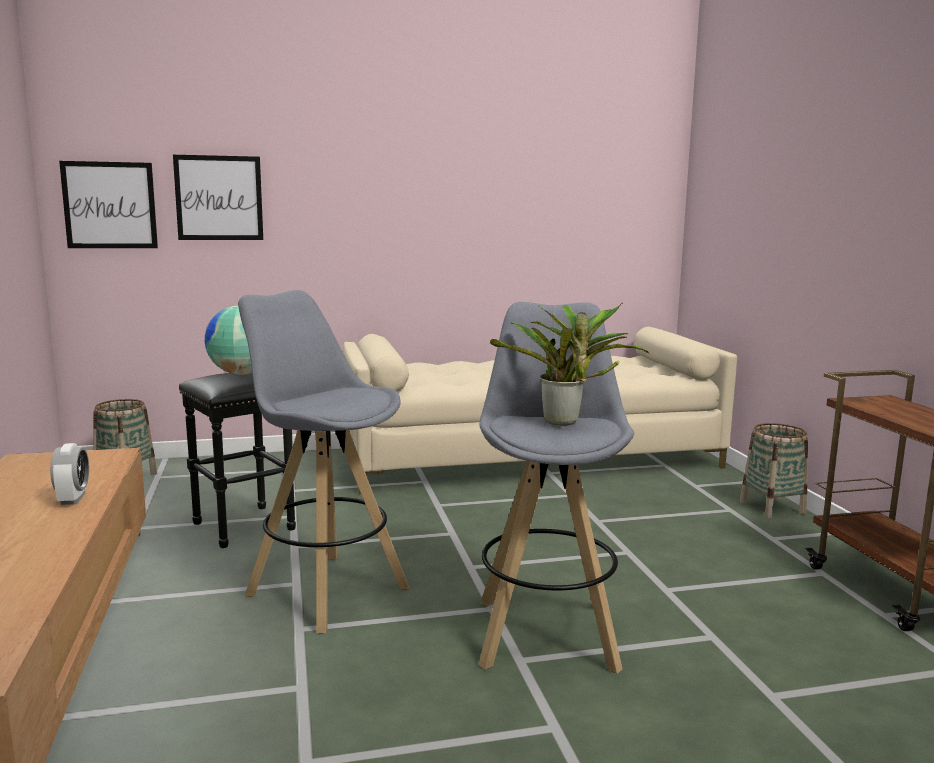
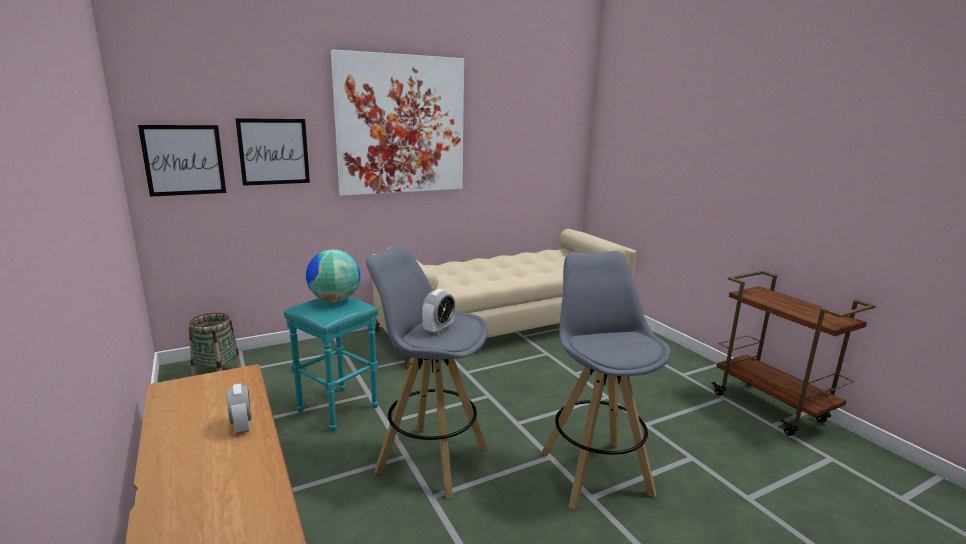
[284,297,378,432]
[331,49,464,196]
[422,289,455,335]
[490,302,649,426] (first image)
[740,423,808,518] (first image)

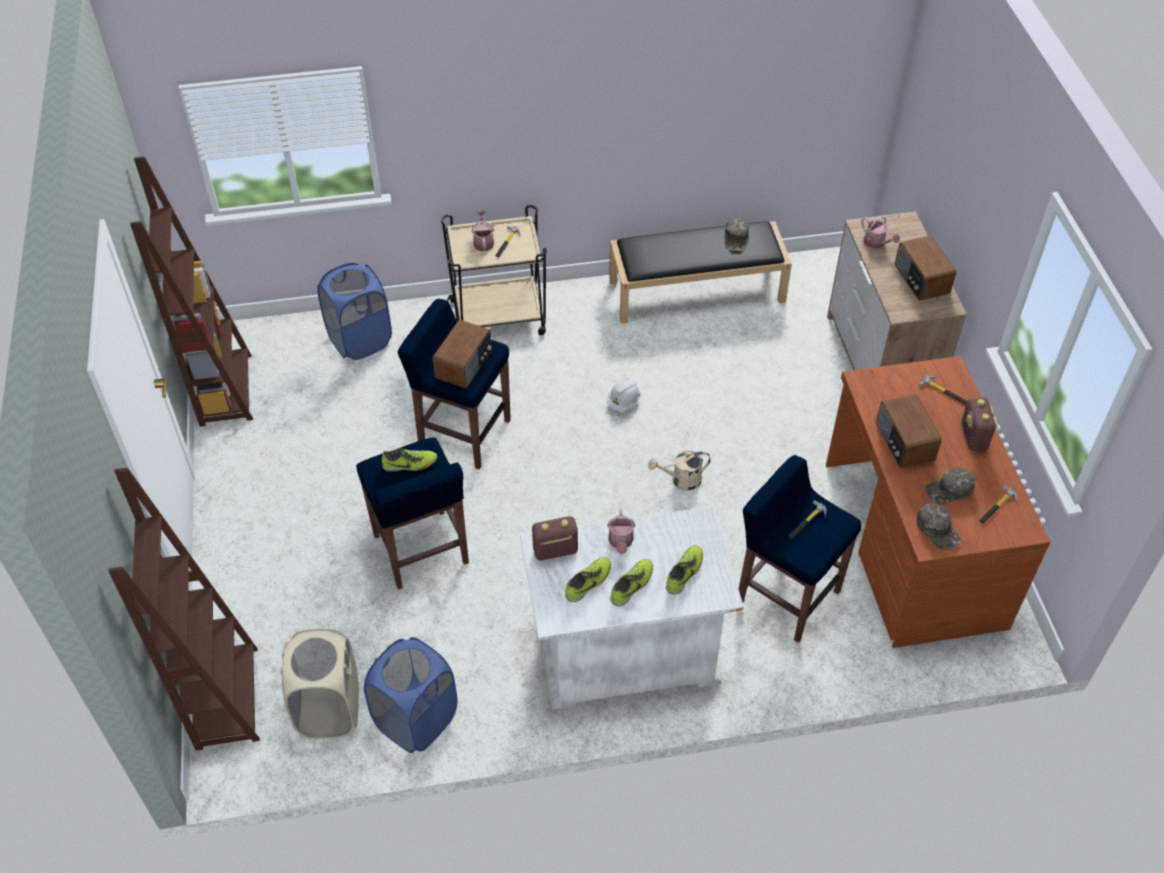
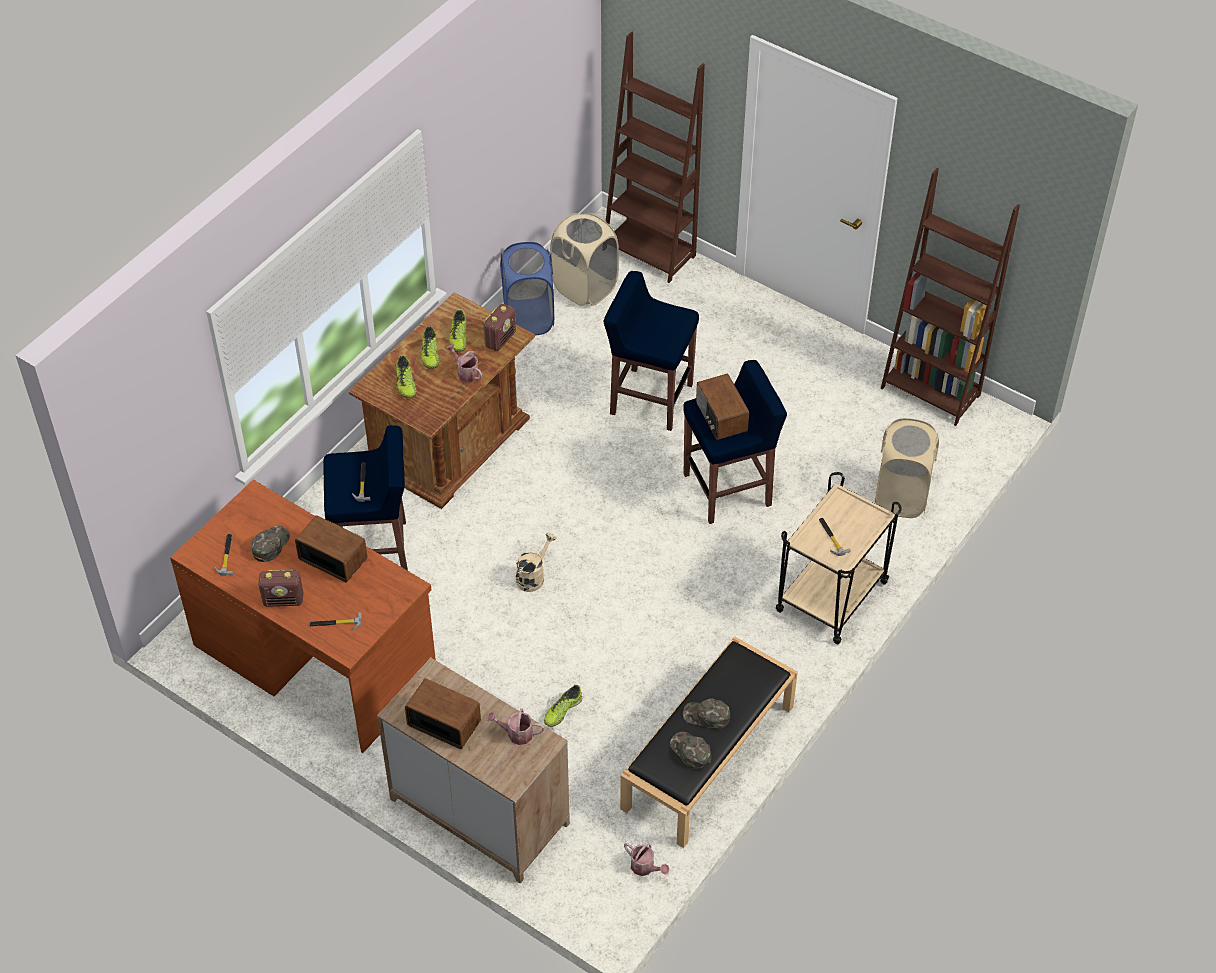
[258,570,303,607]
[349,292,535,509]
[544,685,582,727]
[624,843,669,876]
[683,699,730,729]
[875,418,939,518]
[606,379,641,412] (first image)

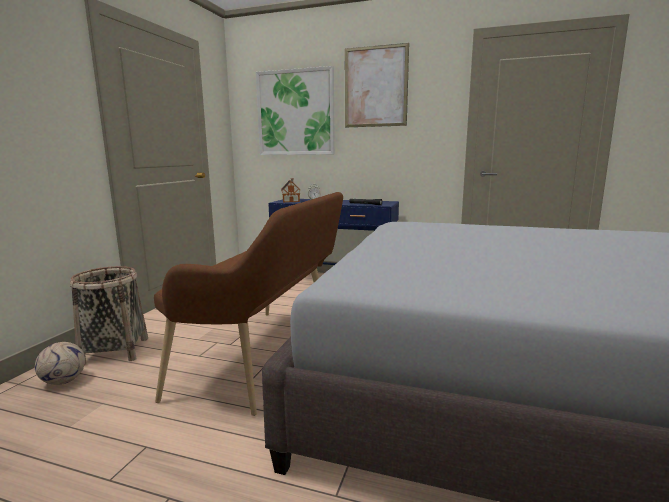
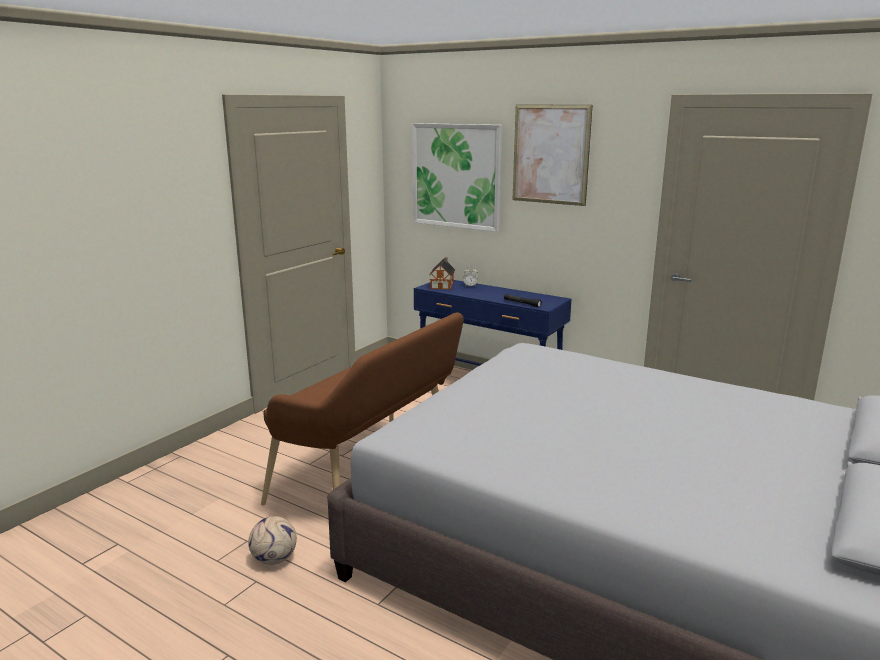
[248,516,297,565]
[70,266,148,364] (first image)

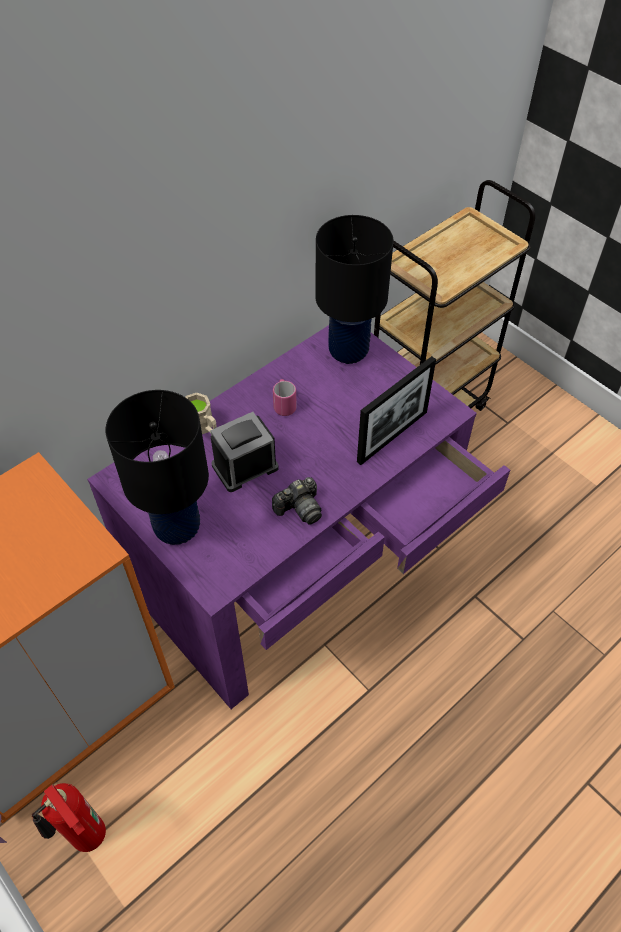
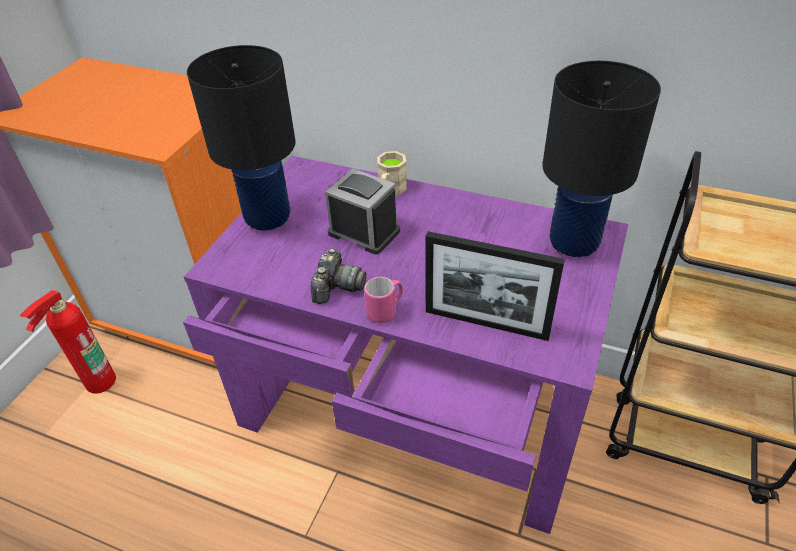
[311,248,367,304]
[364,277,403,323]

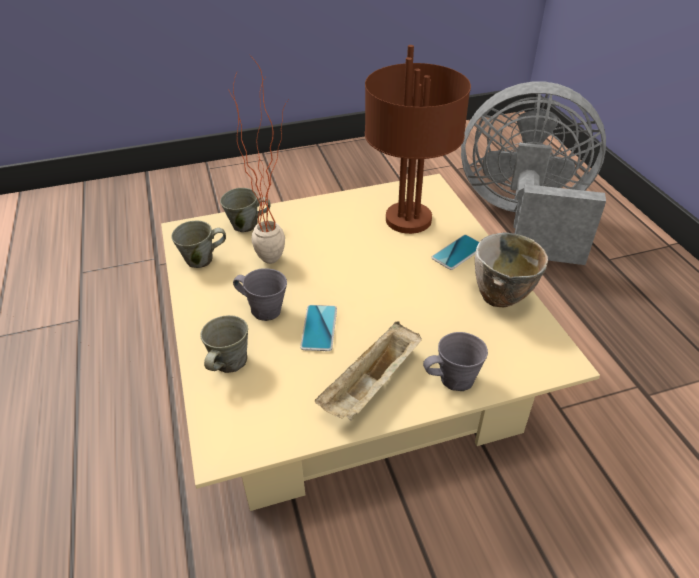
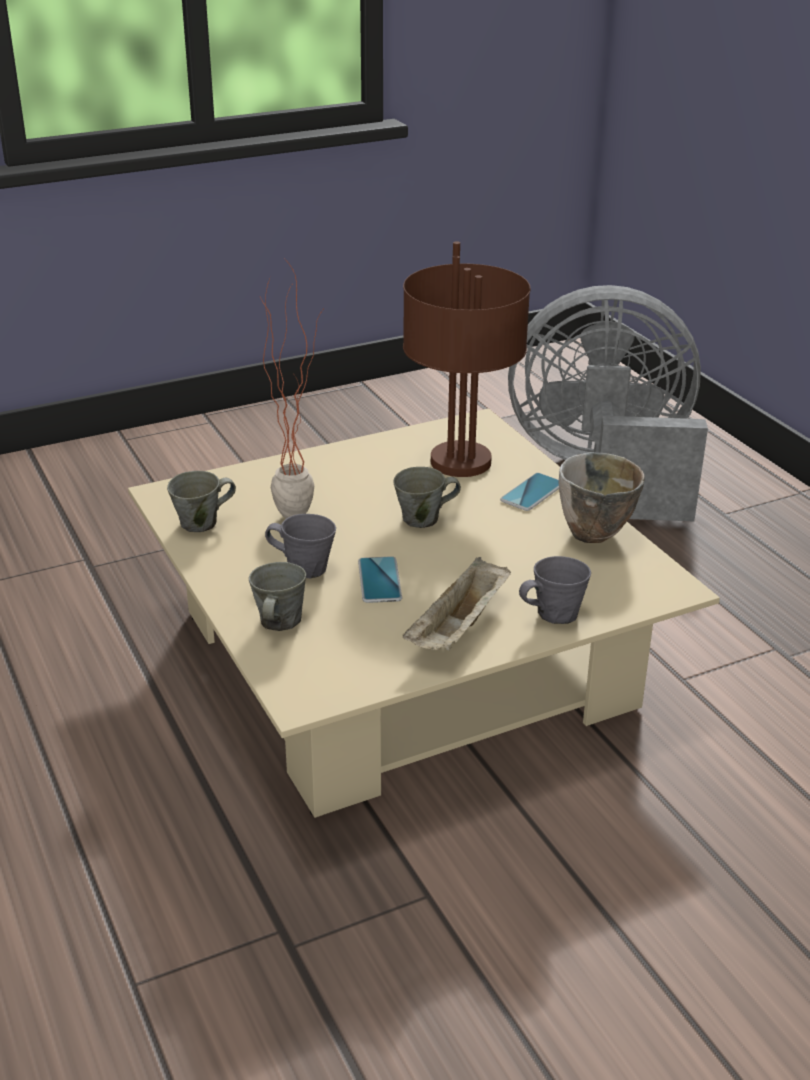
[393,467,461,528]

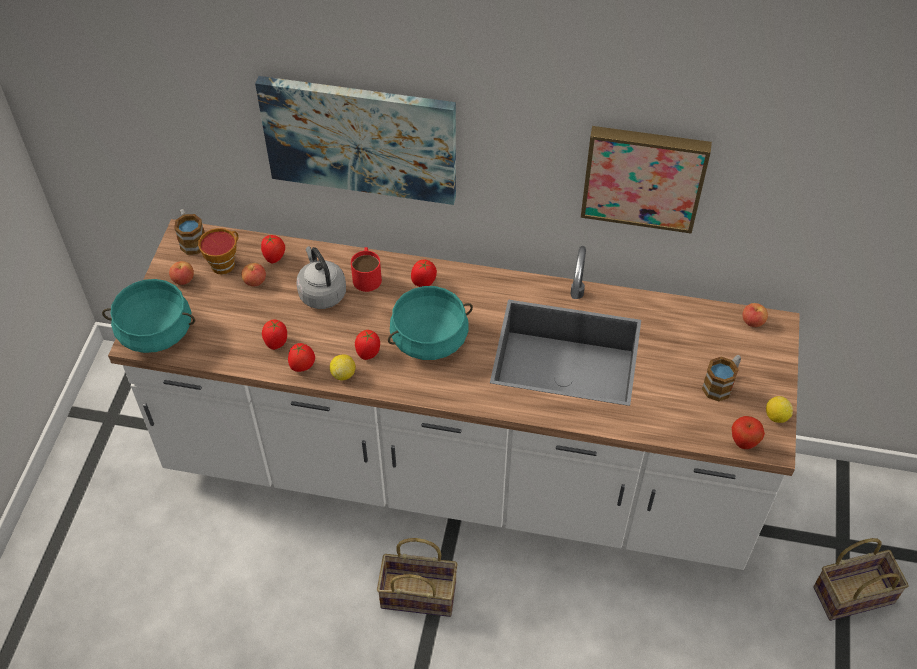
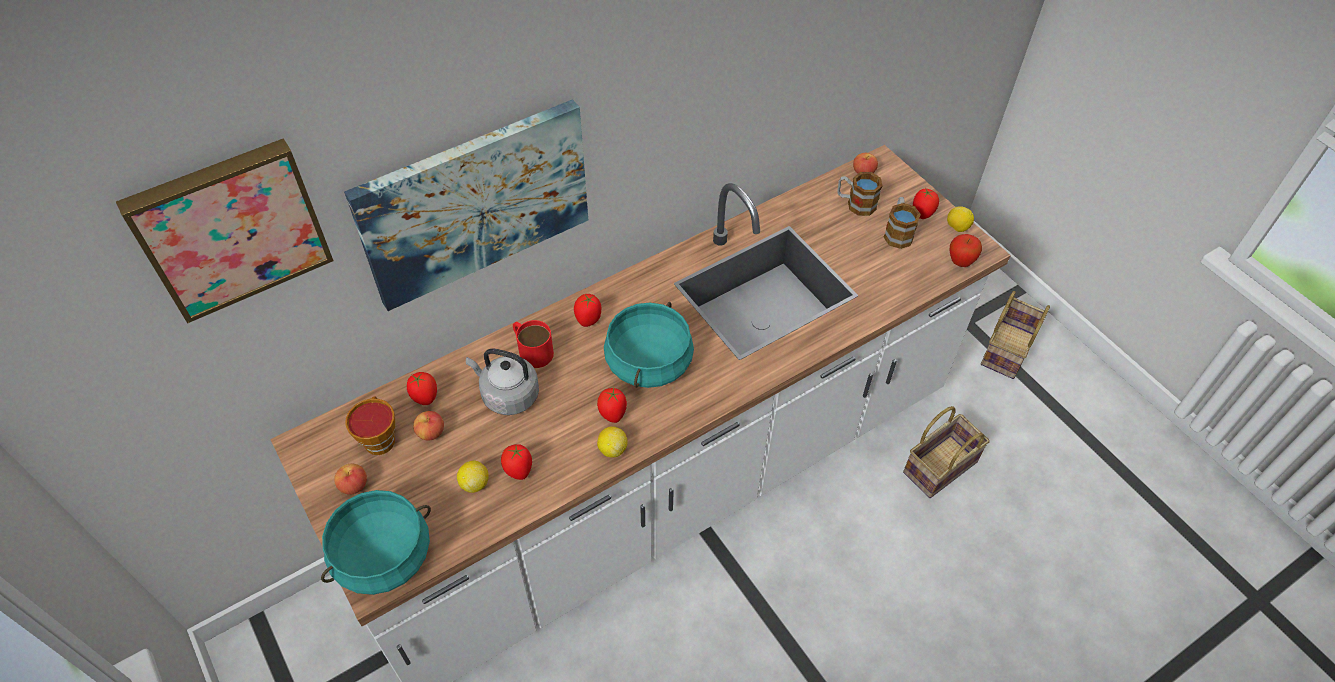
[116,138,334,324]
[457,461,489,493]
[837,172,882,216]
[903,406,990,498]
[913,189,939,219]

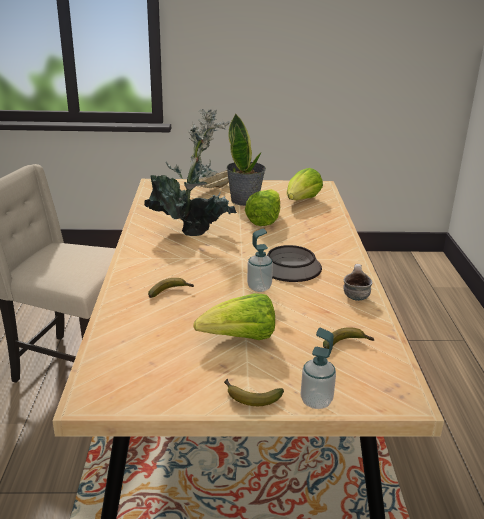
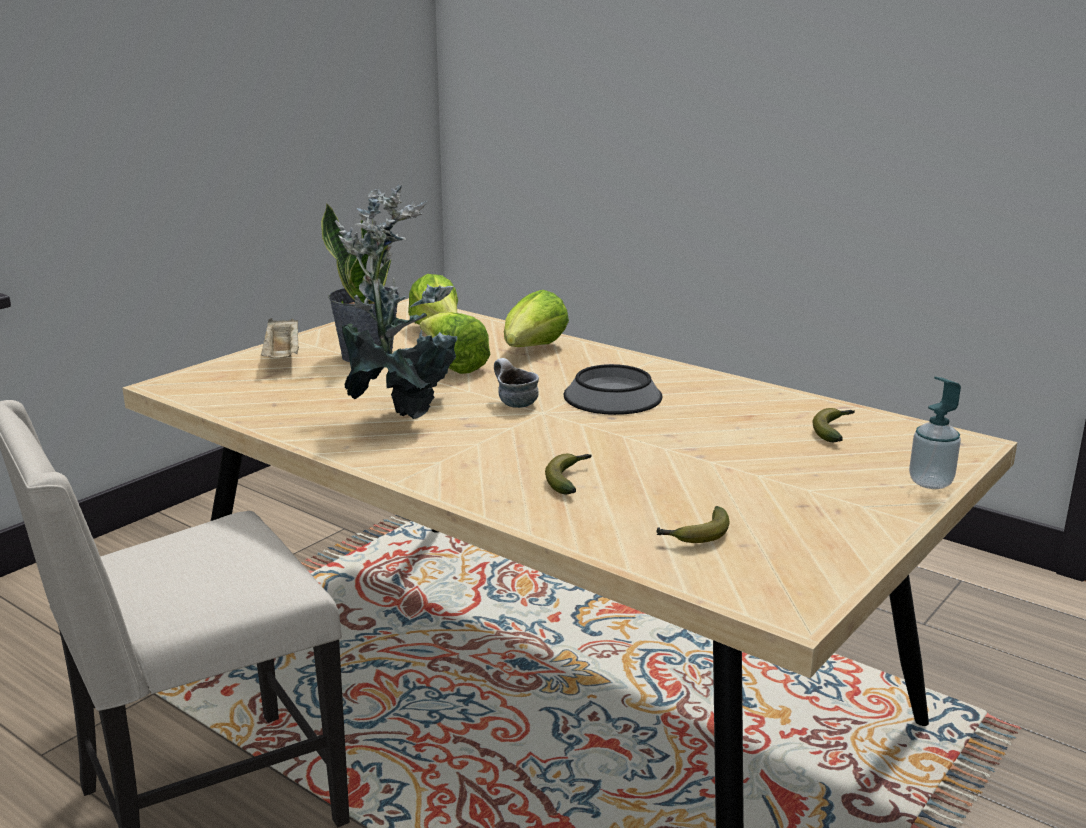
[494,358,539,408]
[504,290,569,347]
[656,506,729,543]
[247,228,273,292] (first image)

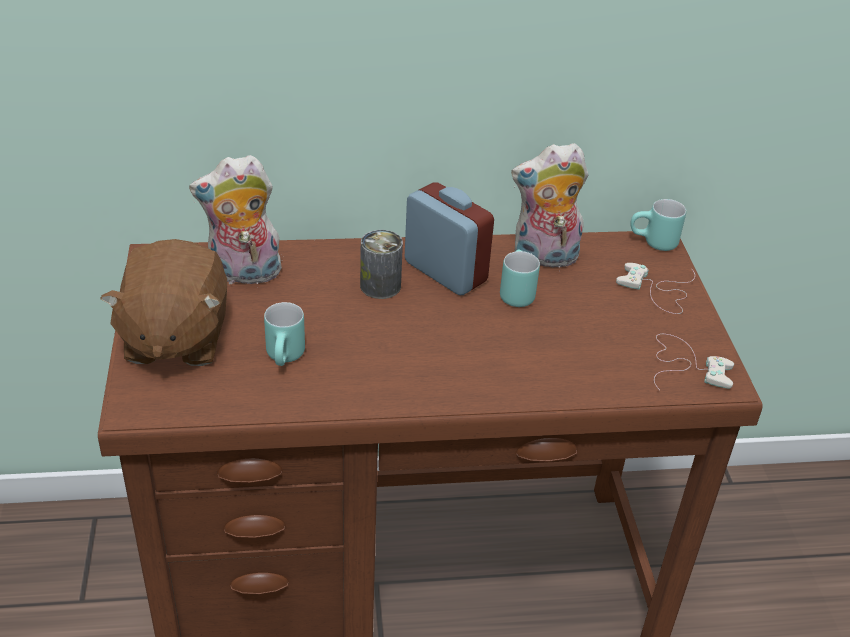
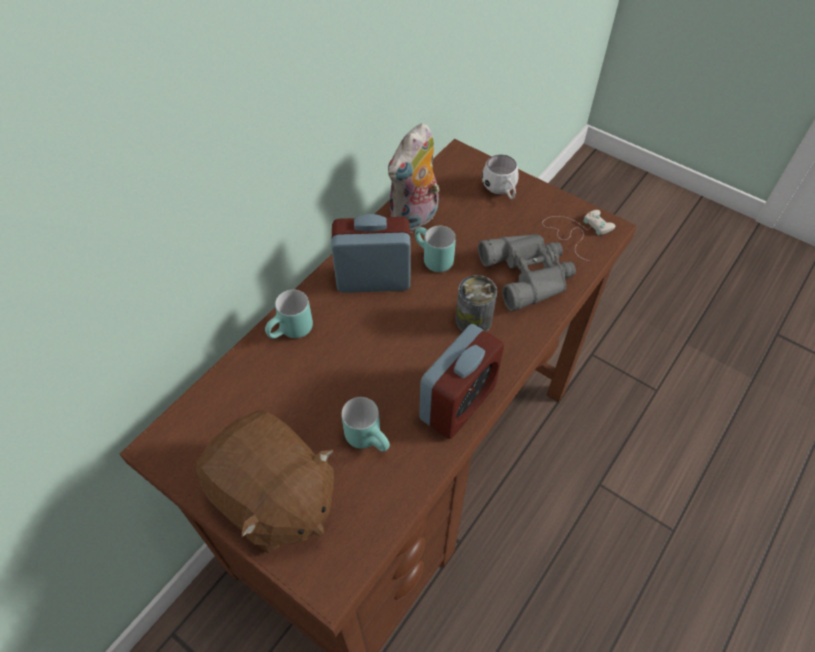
[265,290,313,339]
[419,324,504,439]
[456,275,497,332]
[478,234,576,311]
[482,154,519,199]
[189,155,283,284] (first image)

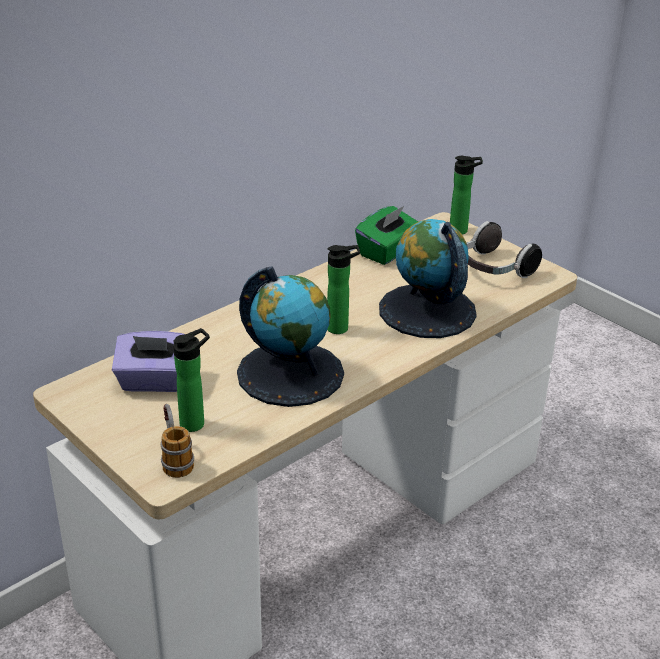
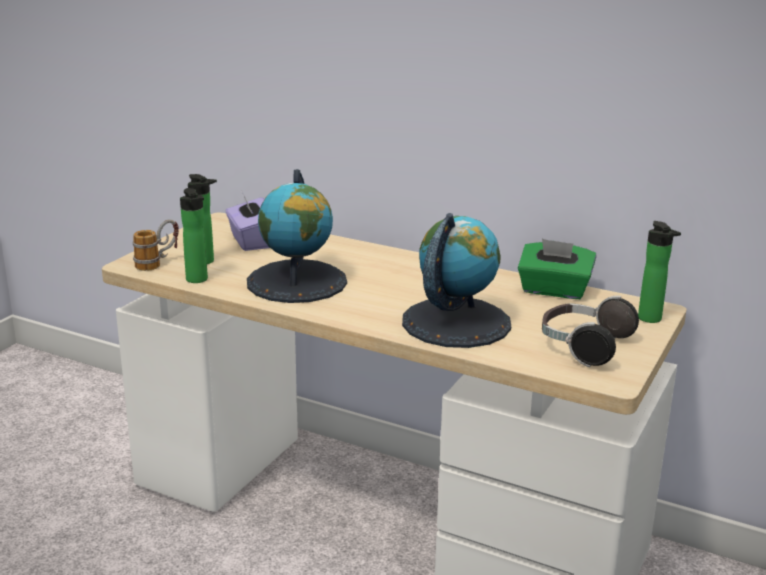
[180,188,208,283]

